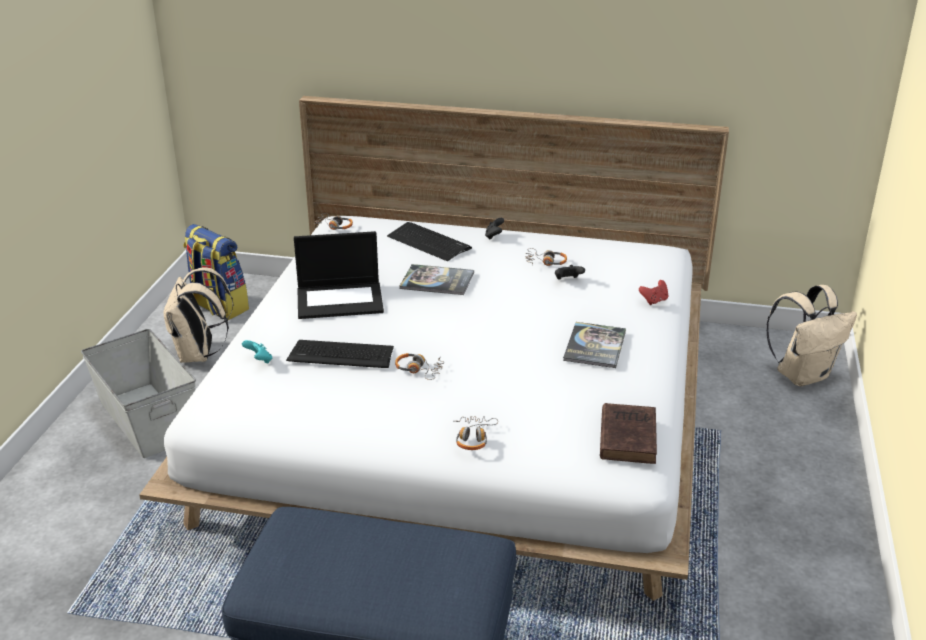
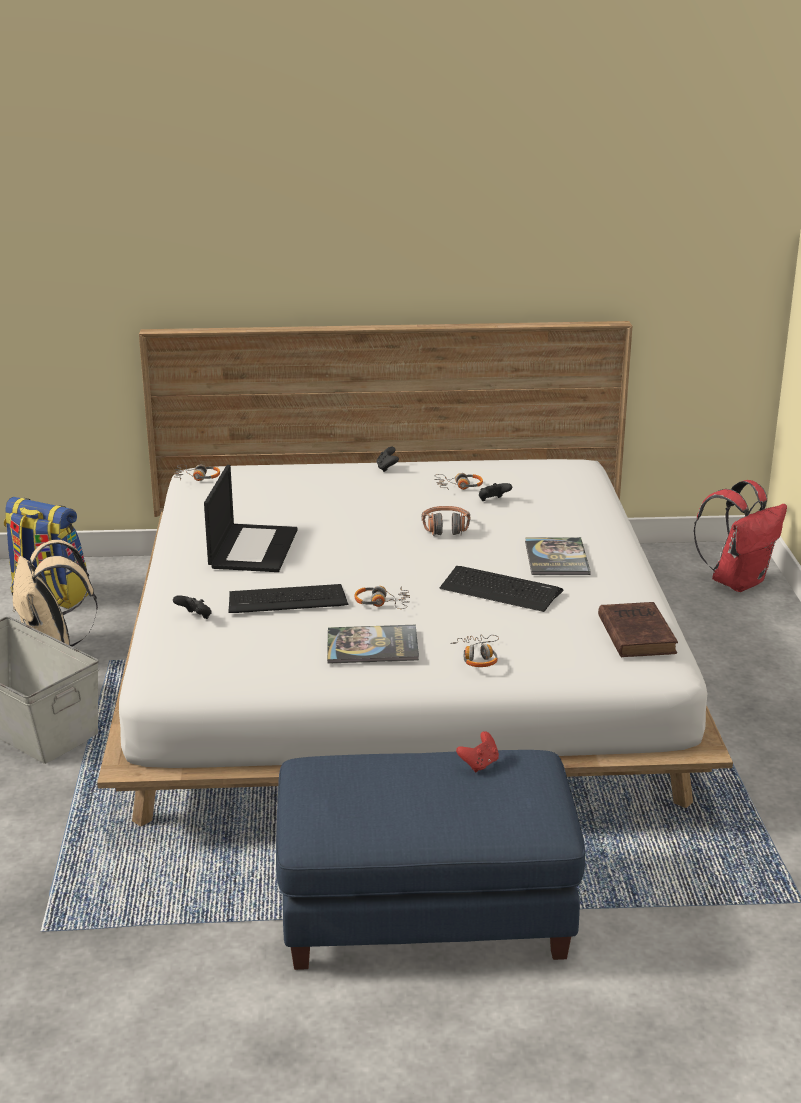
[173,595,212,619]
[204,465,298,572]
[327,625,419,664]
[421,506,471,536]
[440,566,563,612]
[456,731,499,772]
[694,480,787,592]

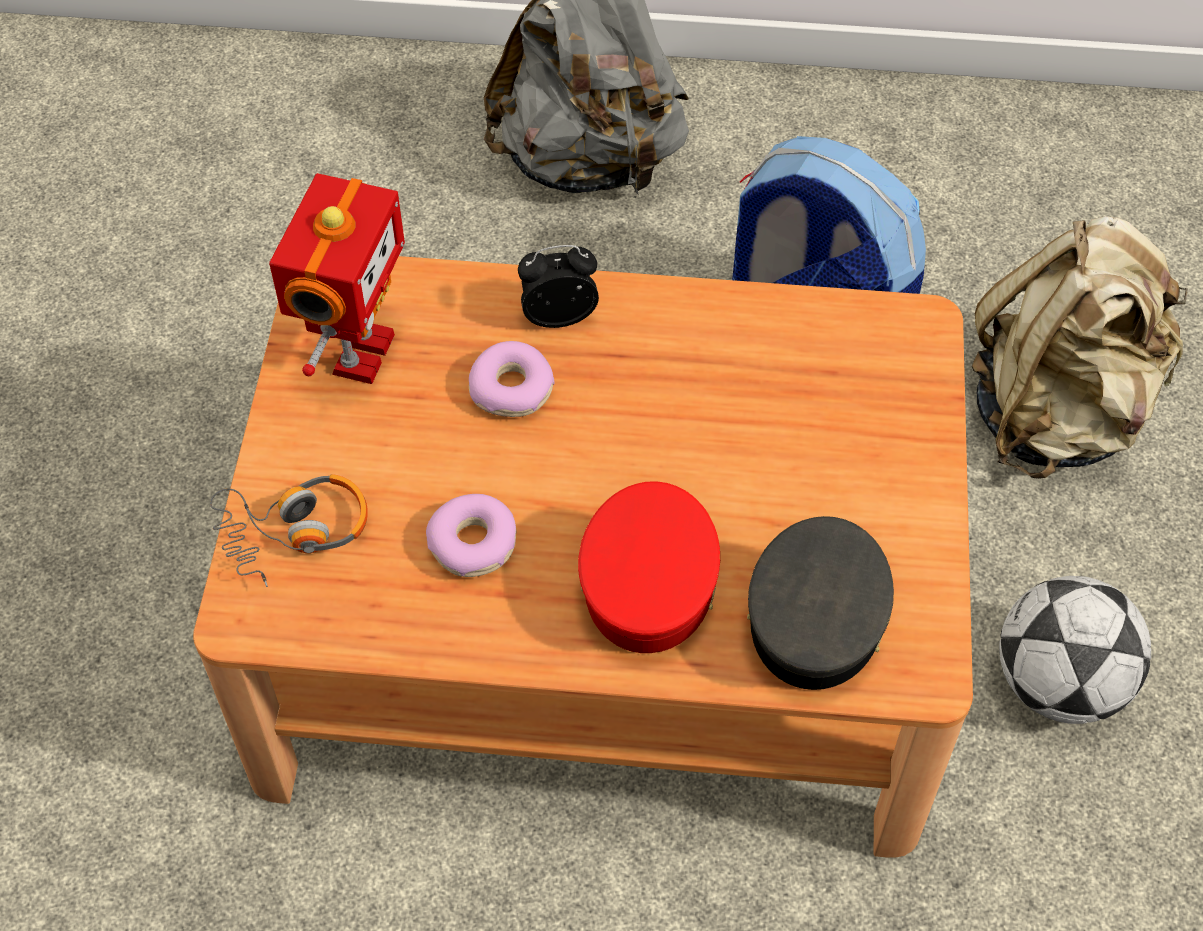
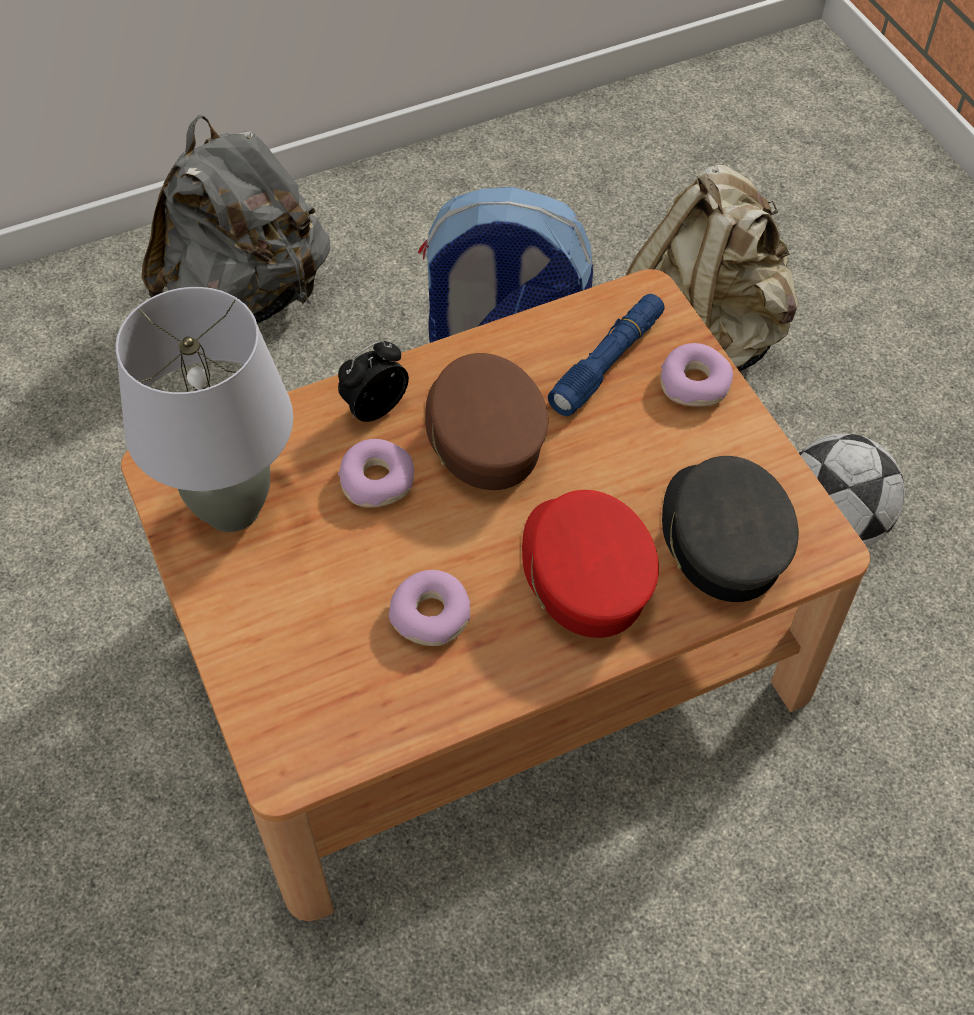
[116,287,293,532]
[425,353,548,490]
[548,294,665,416]
[660,343,733,407]
[210,474,368,587] (first image)

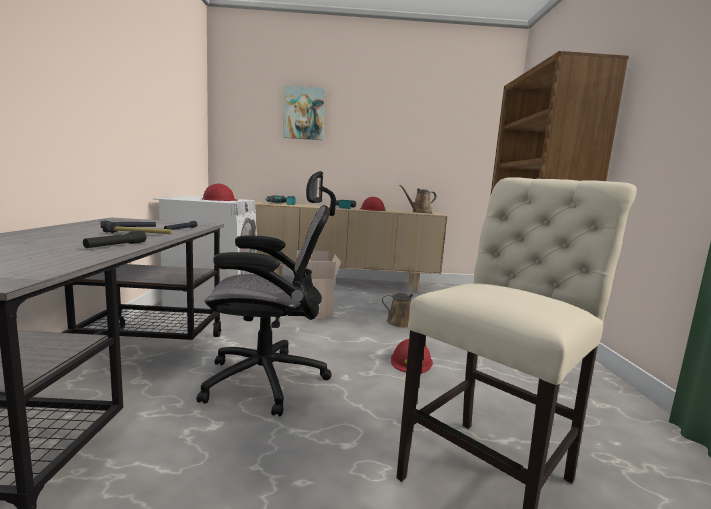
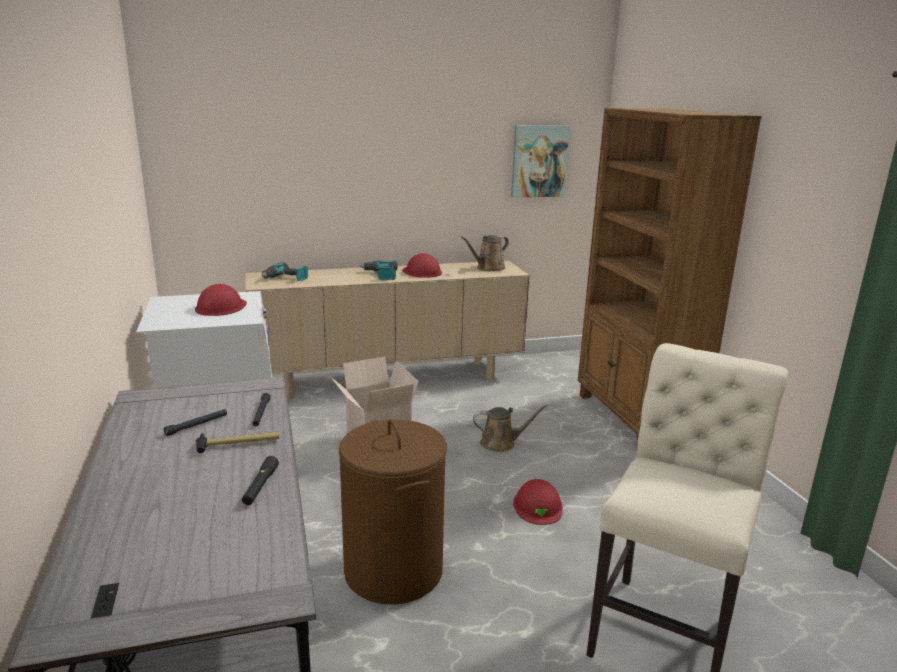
[339,419,447,604]
[511,125,570,198]

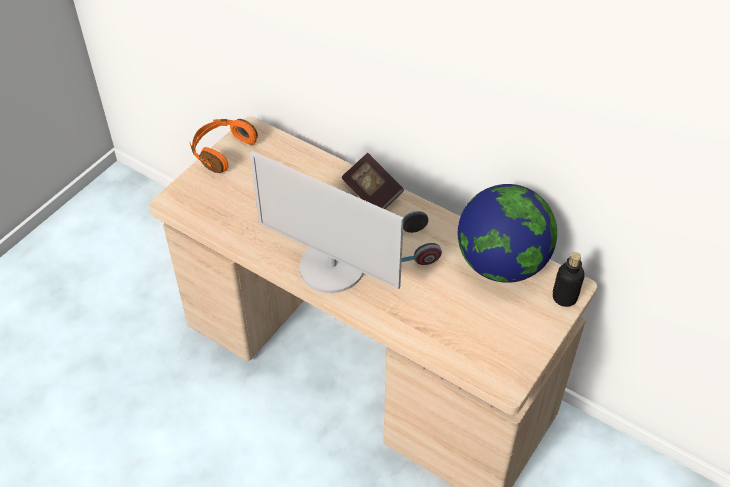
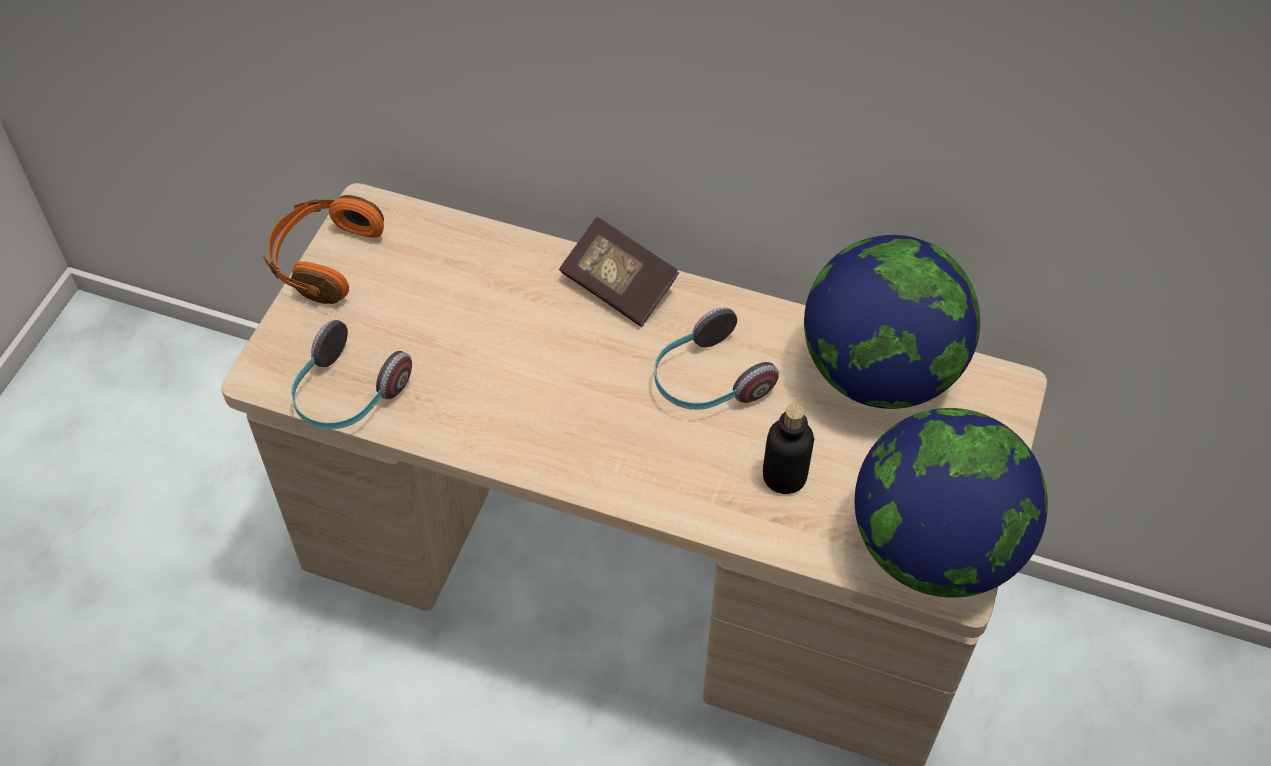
[291,320,412,429]
[763,404,814,494]
[855,408,1048,598]
[250,151,404,293] (first image)

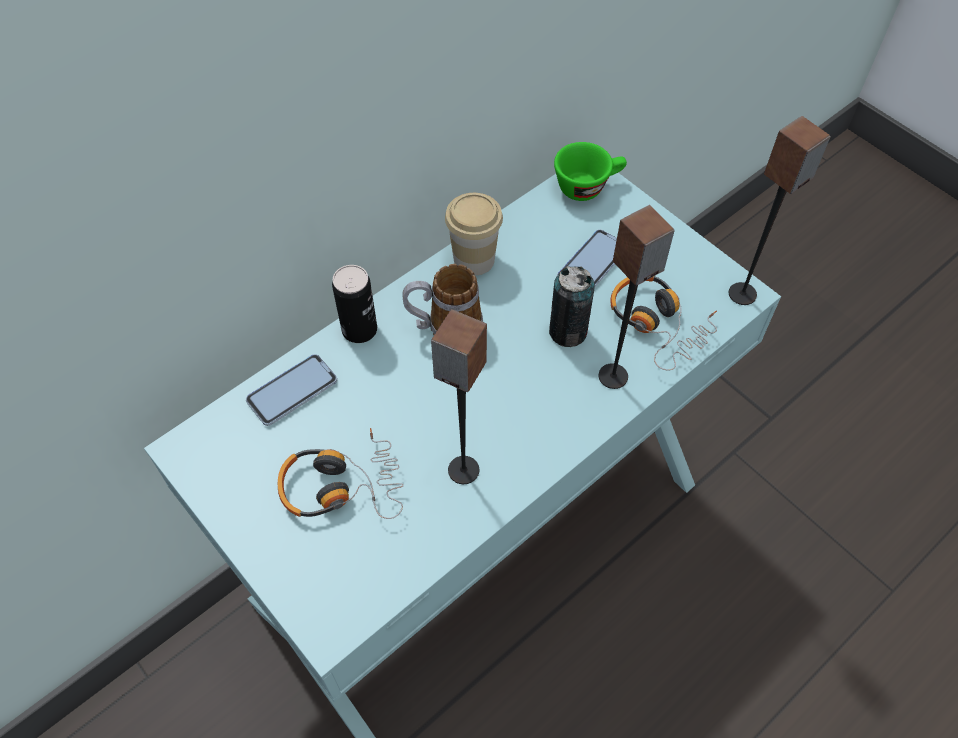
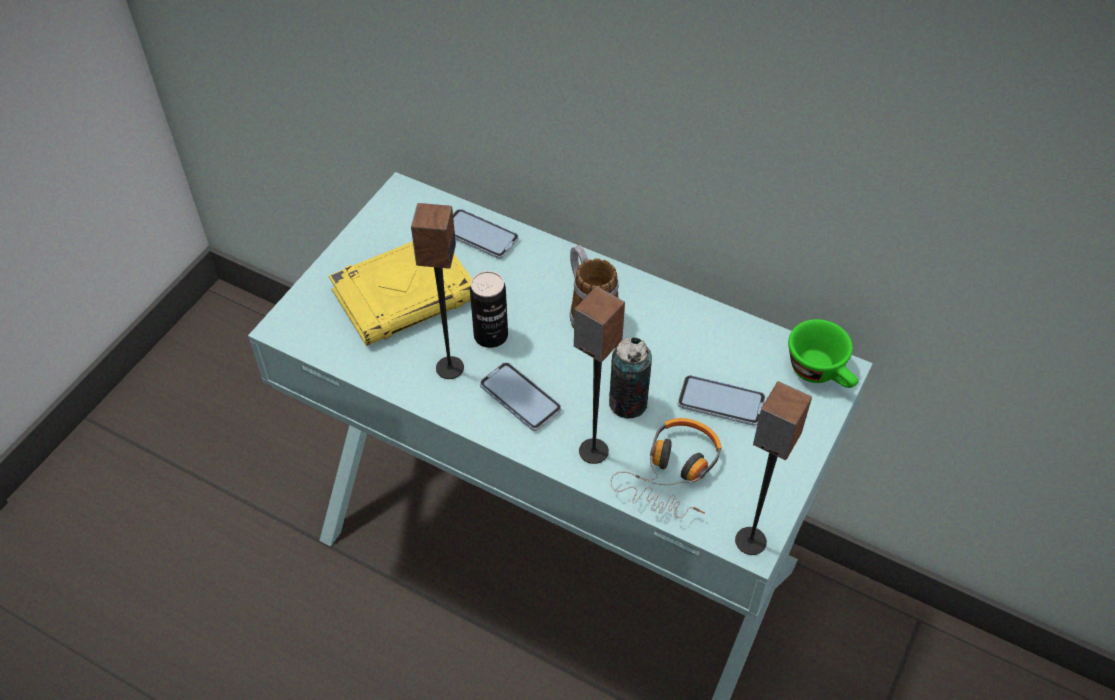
[329,241,472,346]
[470,271,508,348]
[480,362,562,431]
[445,193,503,276] (first image)

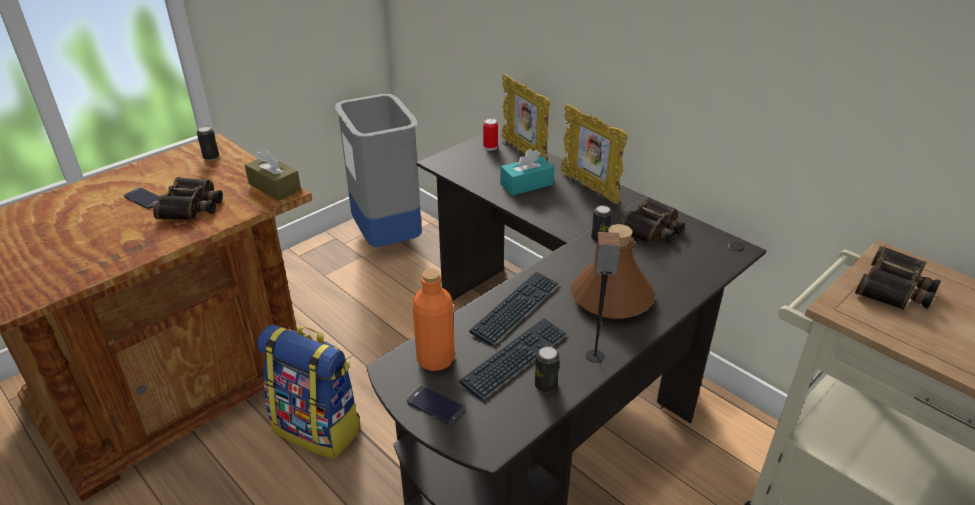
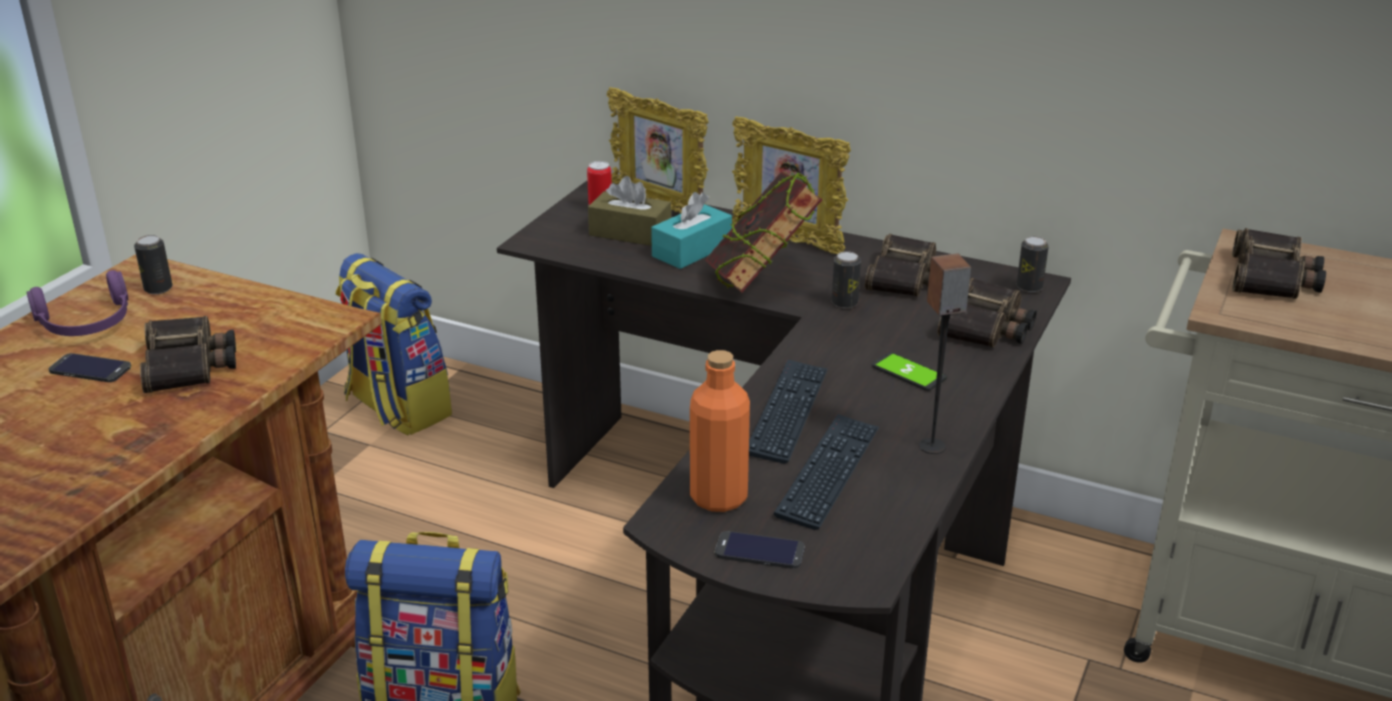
[26,270,128,336]
[335,253,452,436]
[588,176,671,246]
[705,171,823,293]
[871,352,947,391]
[937,278,1037,347]
[1017,236,1049,292]

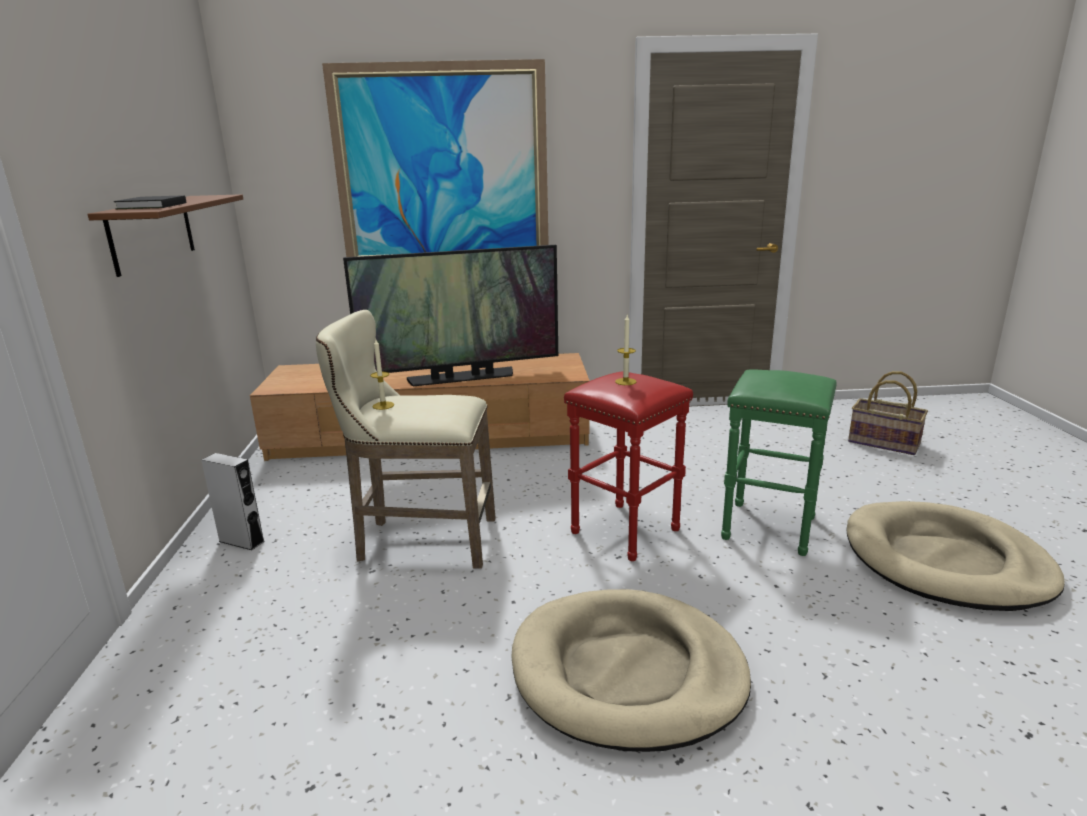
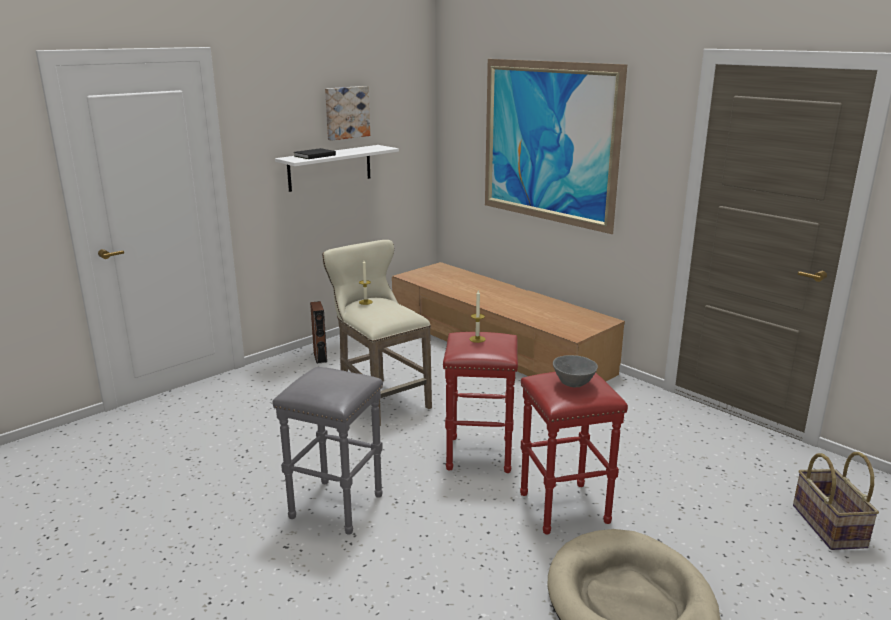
[272,367,383,535]
[275,145,399,192]
[310,301,327,364]
[325,86,370,141]
[520,372,628,534]
[553,355,598,387]
[343,245,558,386] (first image)

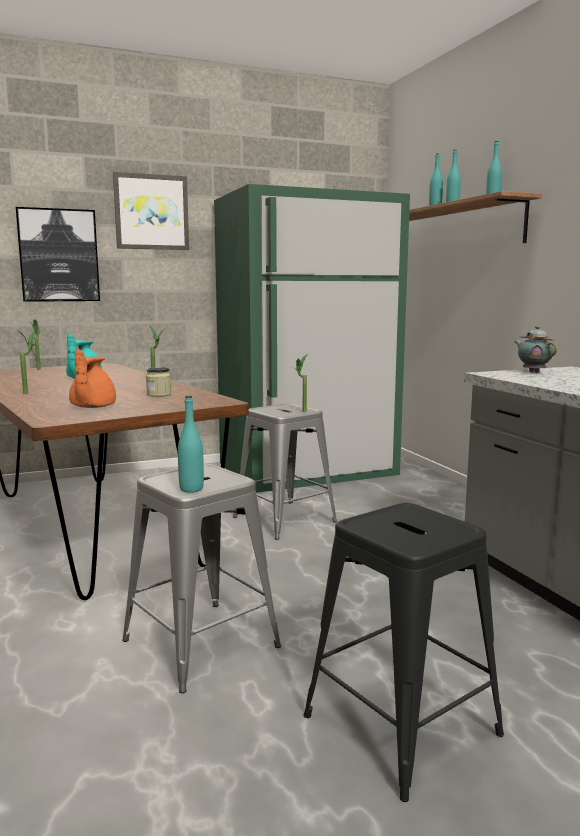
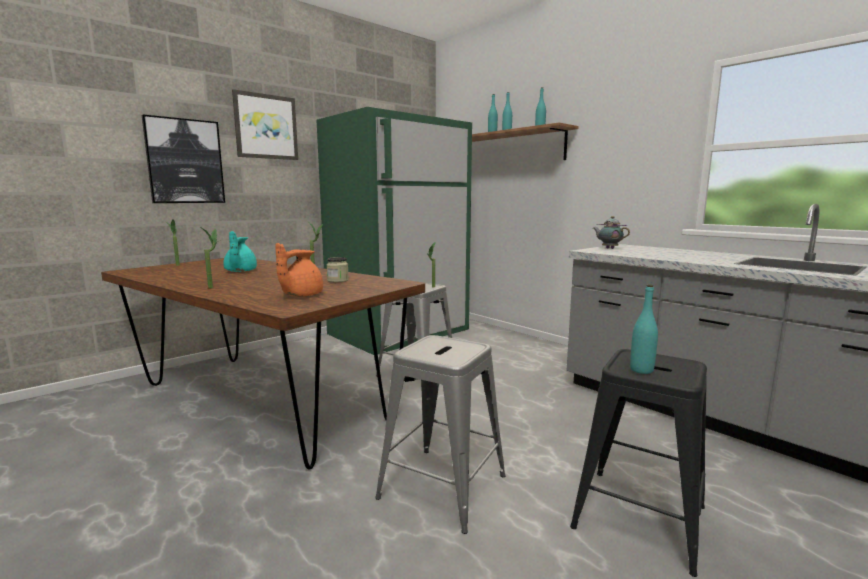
[276,243,323,296]
[630,284,658,374]

